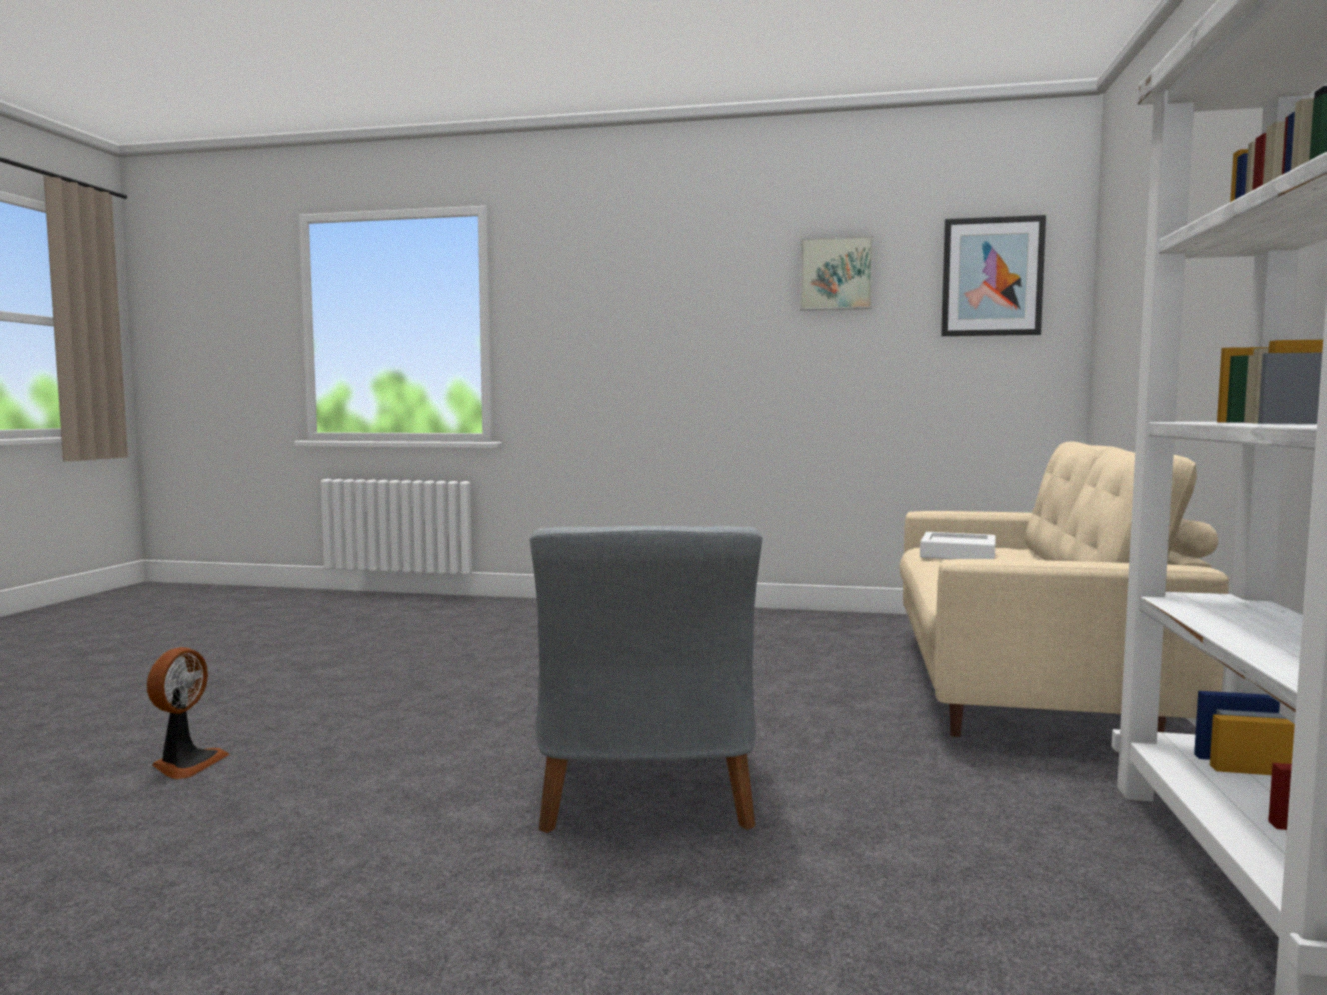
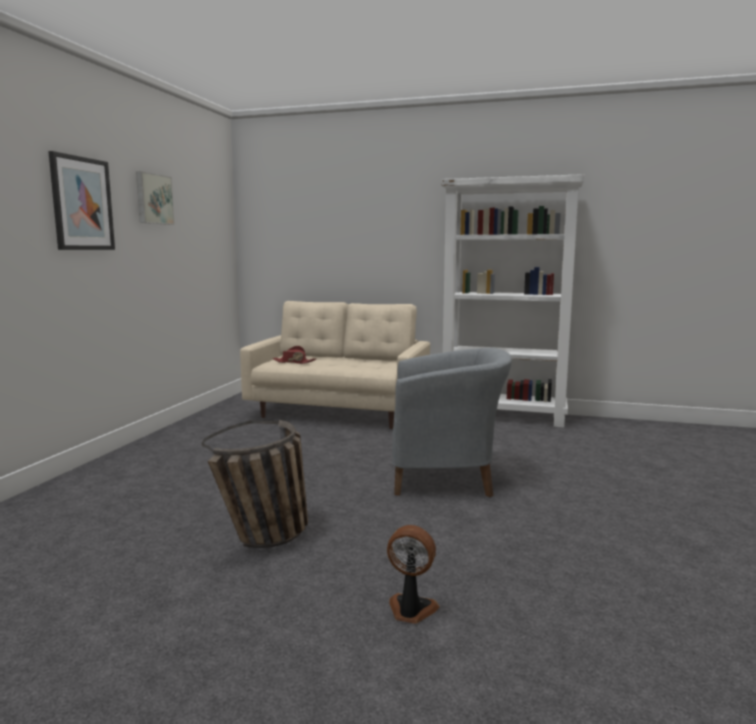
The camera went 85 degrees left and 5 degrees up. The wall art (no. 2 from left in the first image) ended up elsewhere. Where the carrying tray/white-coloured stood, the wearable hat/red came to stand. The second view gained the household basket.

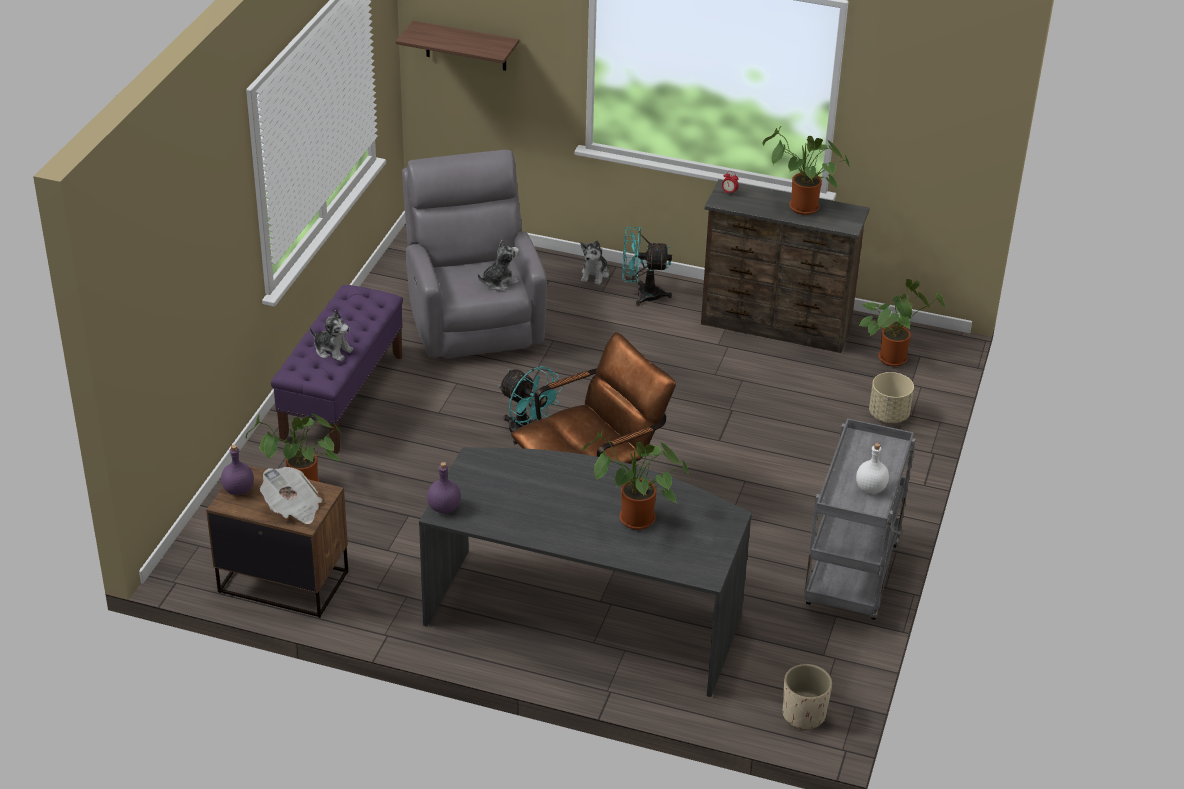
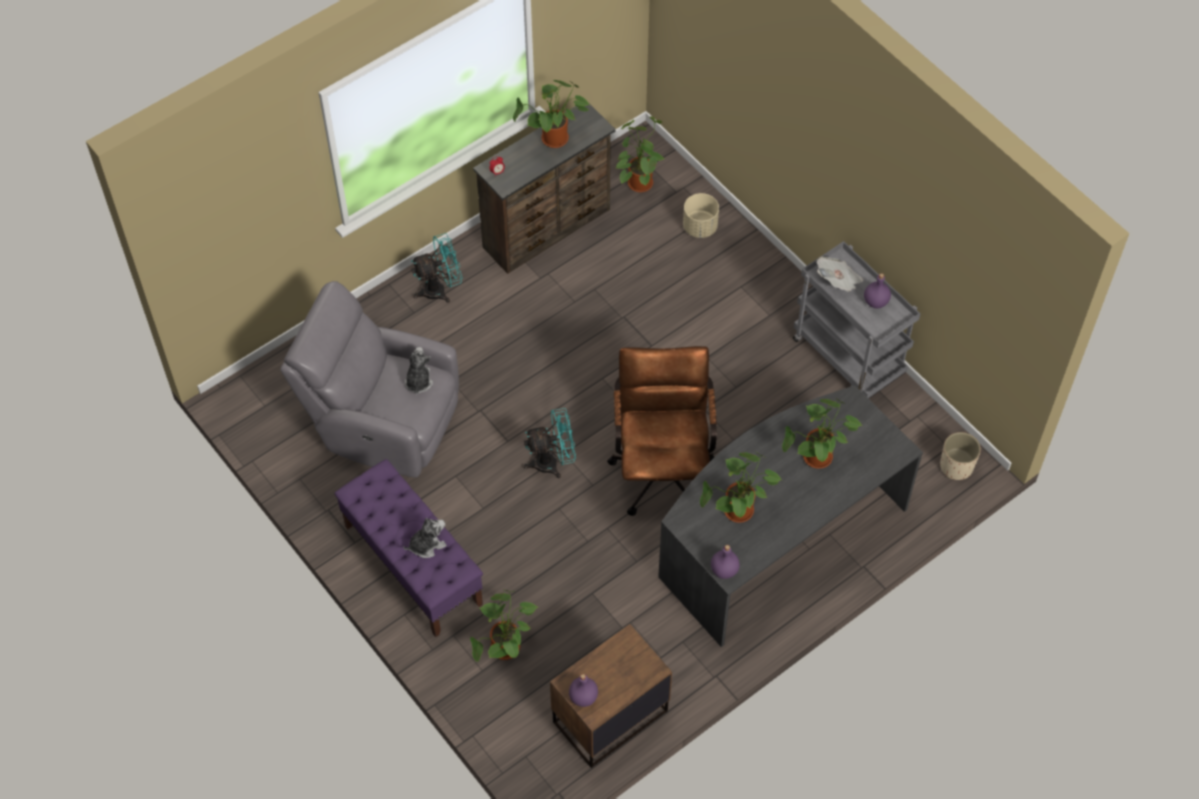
The camera went 55 degrees left and 20 degrees up. The second view lost the bracket shelf. The fan/turquoise-coloured (no. 2 from left in the first image) ended up facing another way, 150 degrees counterclockwise from before. The second view lost the cuddly toy (no. 3 from left). What was the bottle/white-coloured turned into the bottle/purple (no. 3 from left). The printed paper ended up elsewhere. The second view gained the plant in a pot (no. 4 from left).

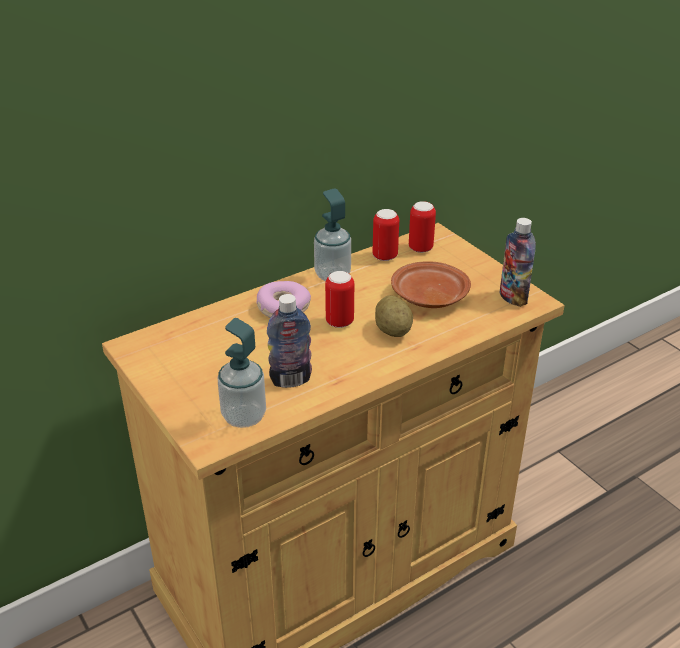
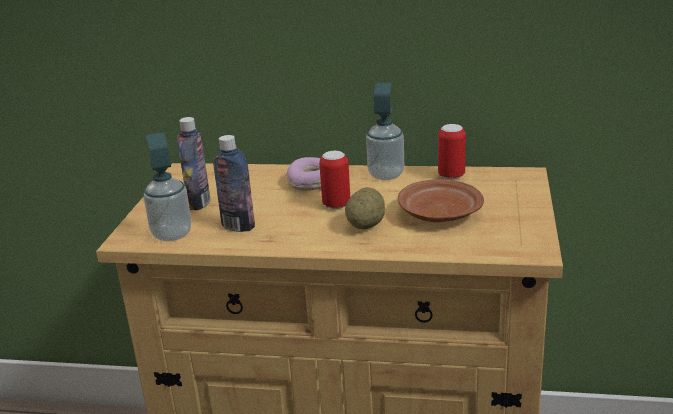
The camera went 45 degrees right and 10 degrees down. The second view lost the sealed can (no. 3 from left). The bottle (no. 2 from left in the first image) ended up elsewhere.

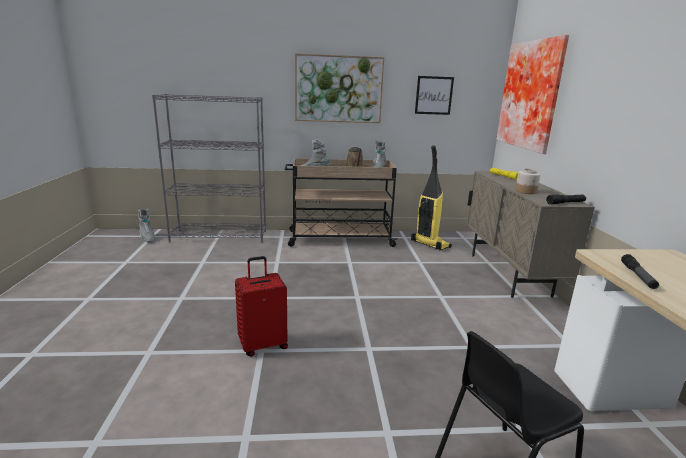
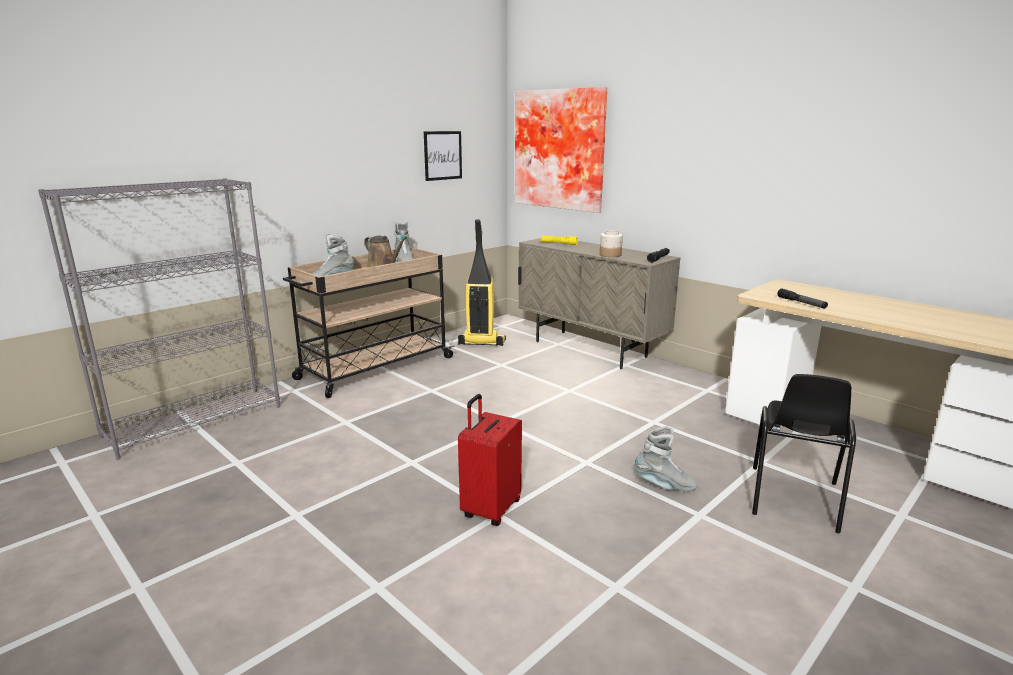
The camera went 40 degrees left and 0 degrees up. The second view lost the wall art (no. 1 from left). The boot/gray (no. 1 from left in the first image) ended up elsewhere.

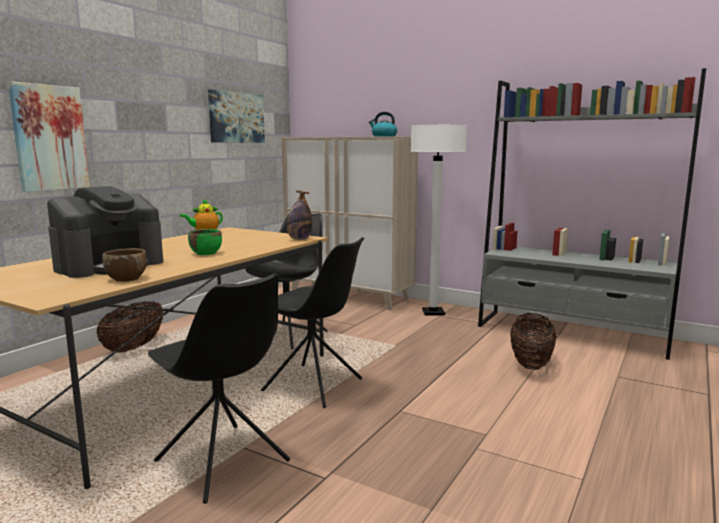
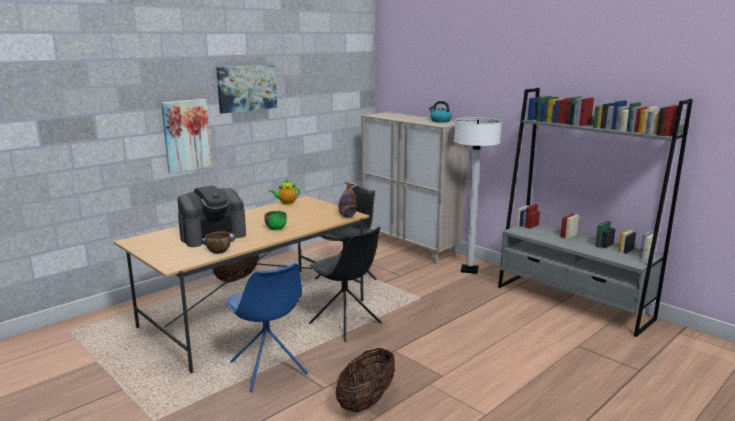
The camera went 15 degrees right and 5 degrees up. The wall art (no. 2 from left) ended up elsewhere. What was the plain chair/black (no. 1 from left) turned into the plain chair/blue-coloured. The household basket (no. 2 from left) ended up elsewhere.

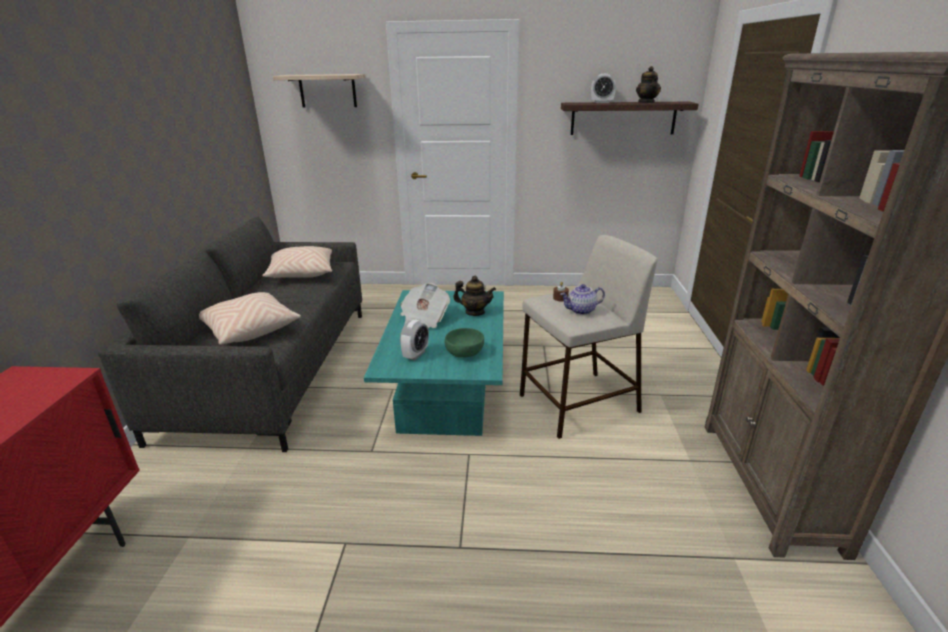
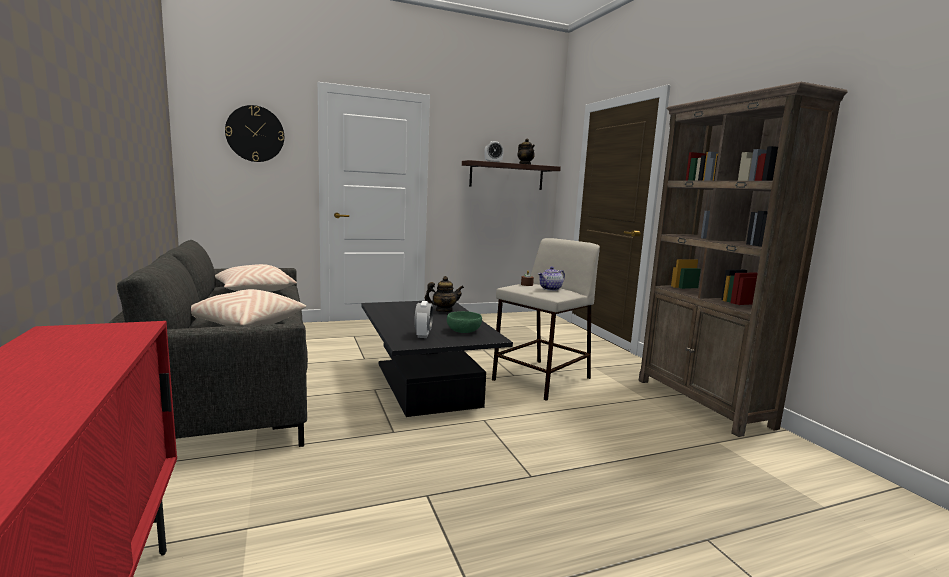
The camera went 25 degrees left and 15 degrees down. Where the bracket shelf (no. 1 from left) hung, the hanging clock came to hang. The second view lost the printed paper. What was the low table/turquoise-coloured turned into the low table/black.

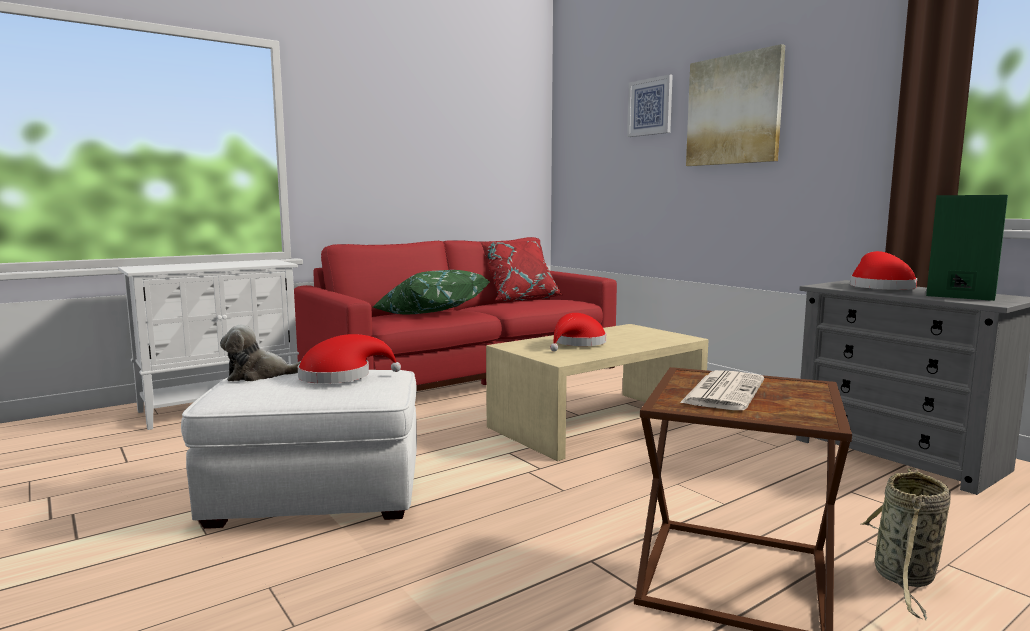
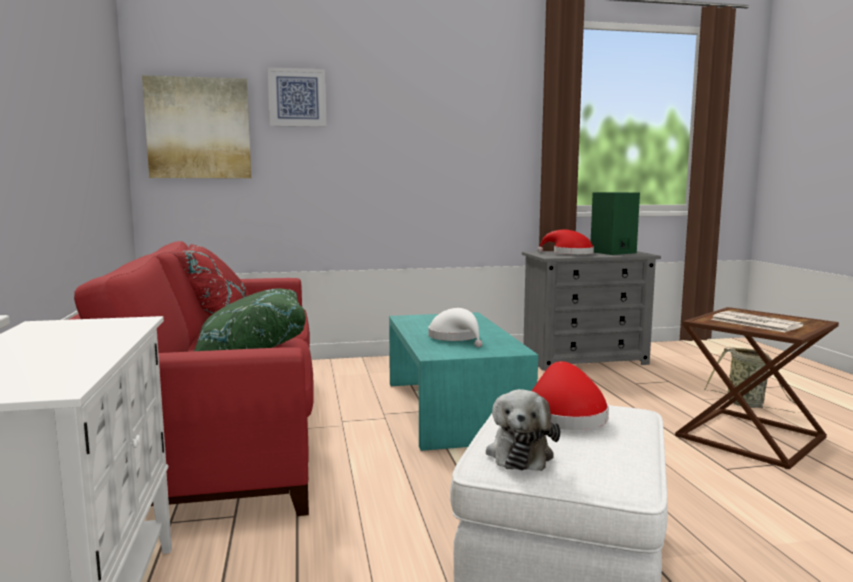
The camera went 65 degrees left and 0 degrees up. The wall art (no. 2 from left in the first image) ended up elsewhere. What was the wearable hat/red (no. 2 from left) turned into the wearable hat/white-coloured. What was the low table/beige-coloured turned into the low table/turquoise-coloured.

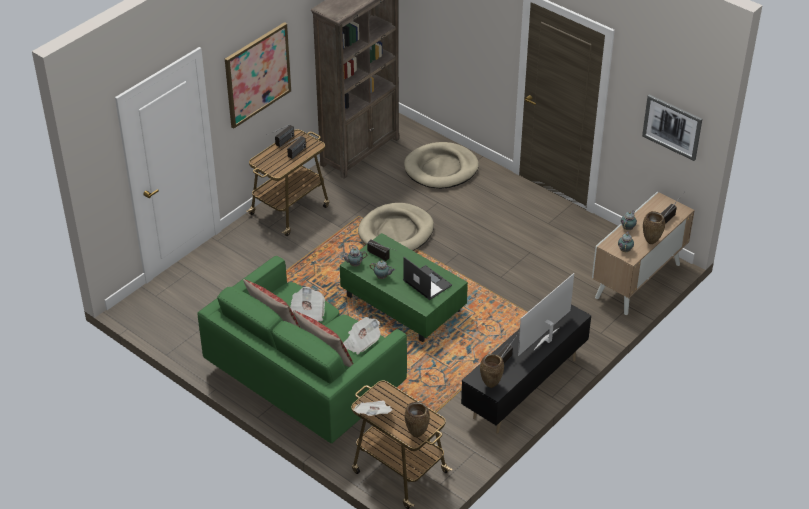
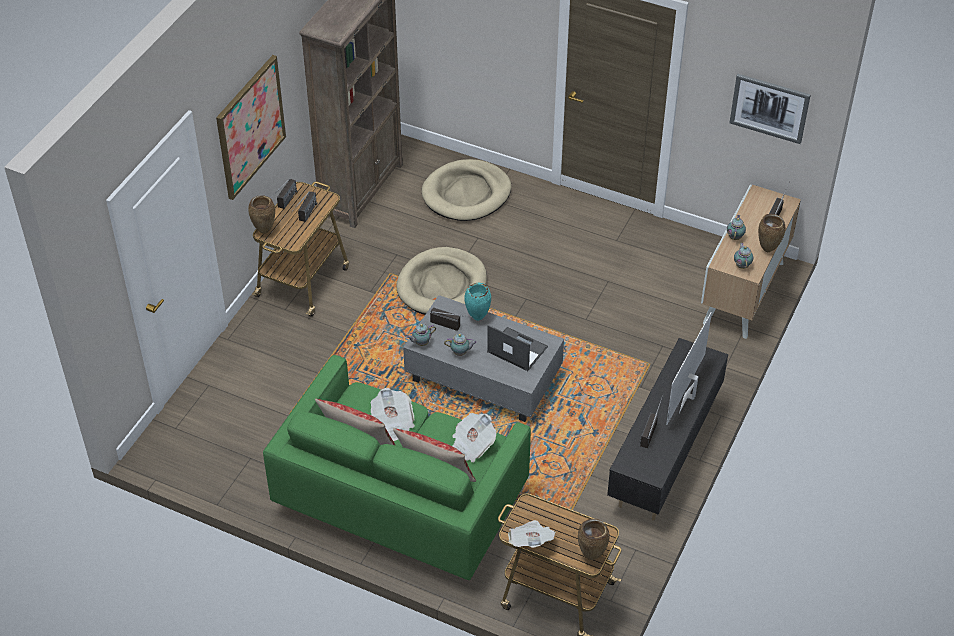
The camera went 15 degrees left and 5 degrees up. What was the low table/greenish turned into the low table/gray. The vase/brown-coloured (no. 2 from left in the first image) ended up elsewhere. The second view gained the vase/turquoise-coloured.

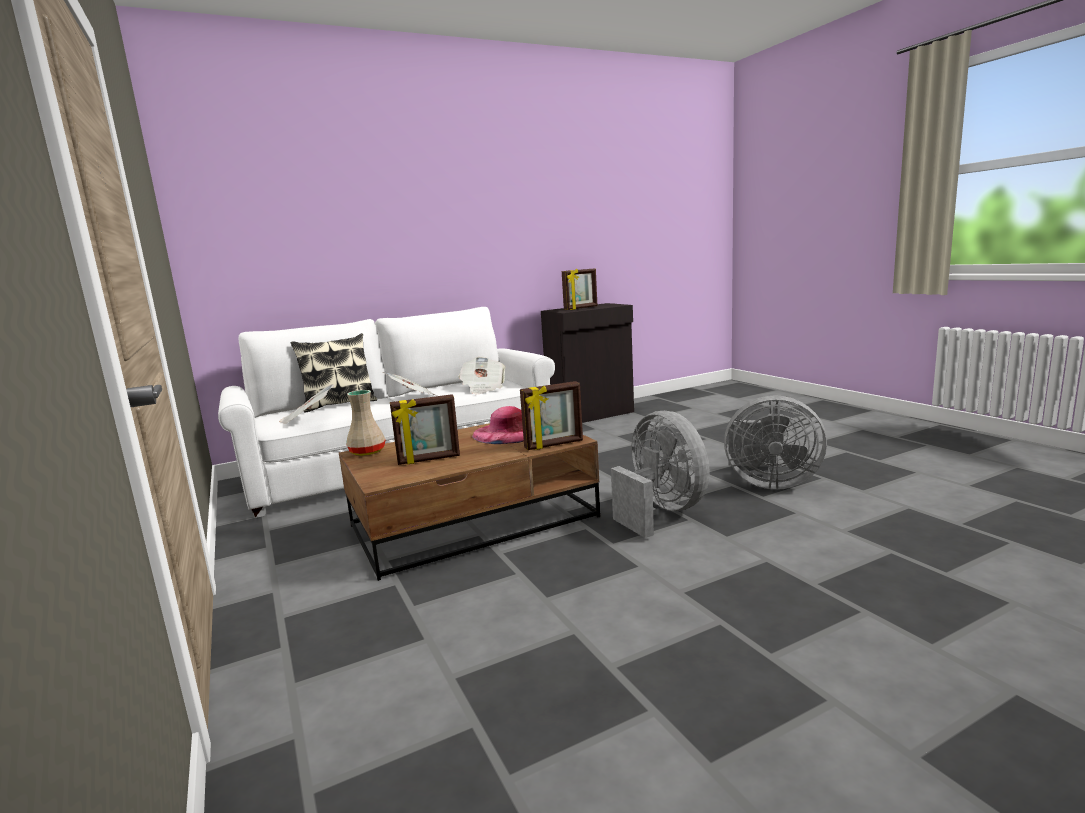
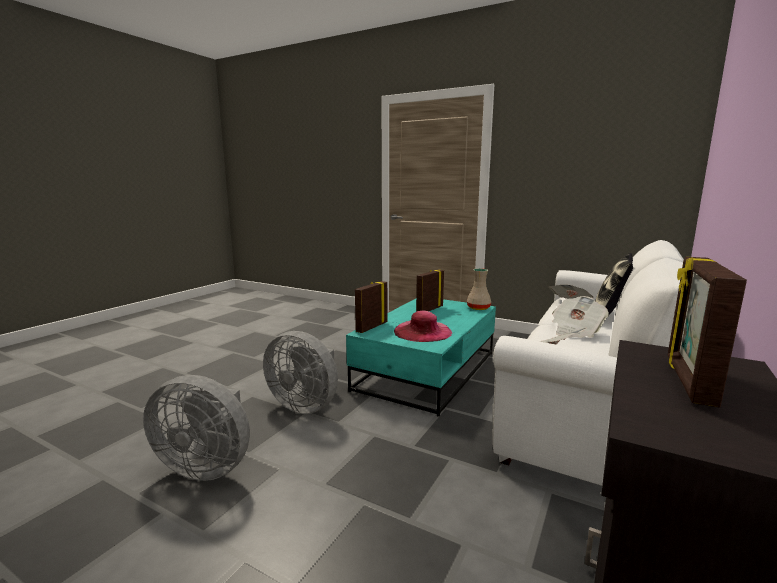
The camera went 145 degrees right and 0 degrees up. The fan/gray (no. 2 from left in the first image) ended up facing another way, 150 degrees counterclockwise from before. What was the low table/brown-coloured turned into the low table/turquoise-coloured.

